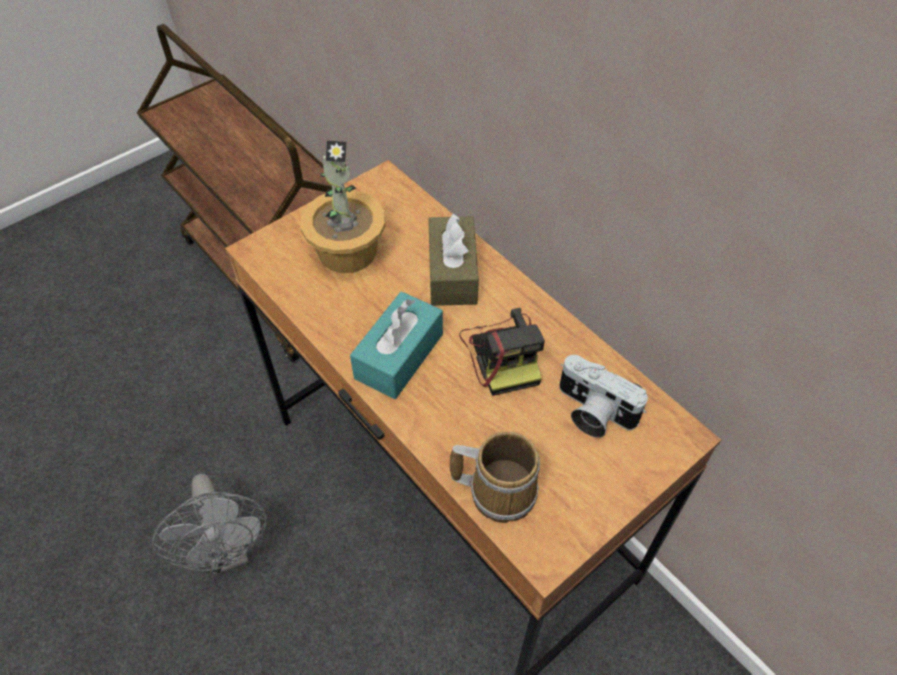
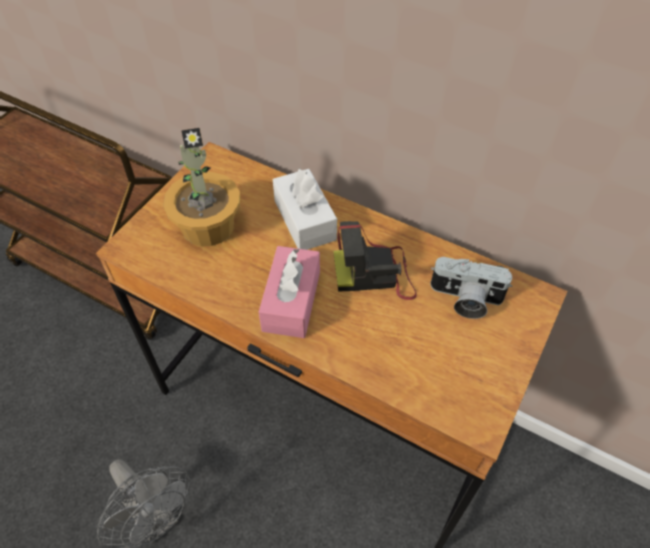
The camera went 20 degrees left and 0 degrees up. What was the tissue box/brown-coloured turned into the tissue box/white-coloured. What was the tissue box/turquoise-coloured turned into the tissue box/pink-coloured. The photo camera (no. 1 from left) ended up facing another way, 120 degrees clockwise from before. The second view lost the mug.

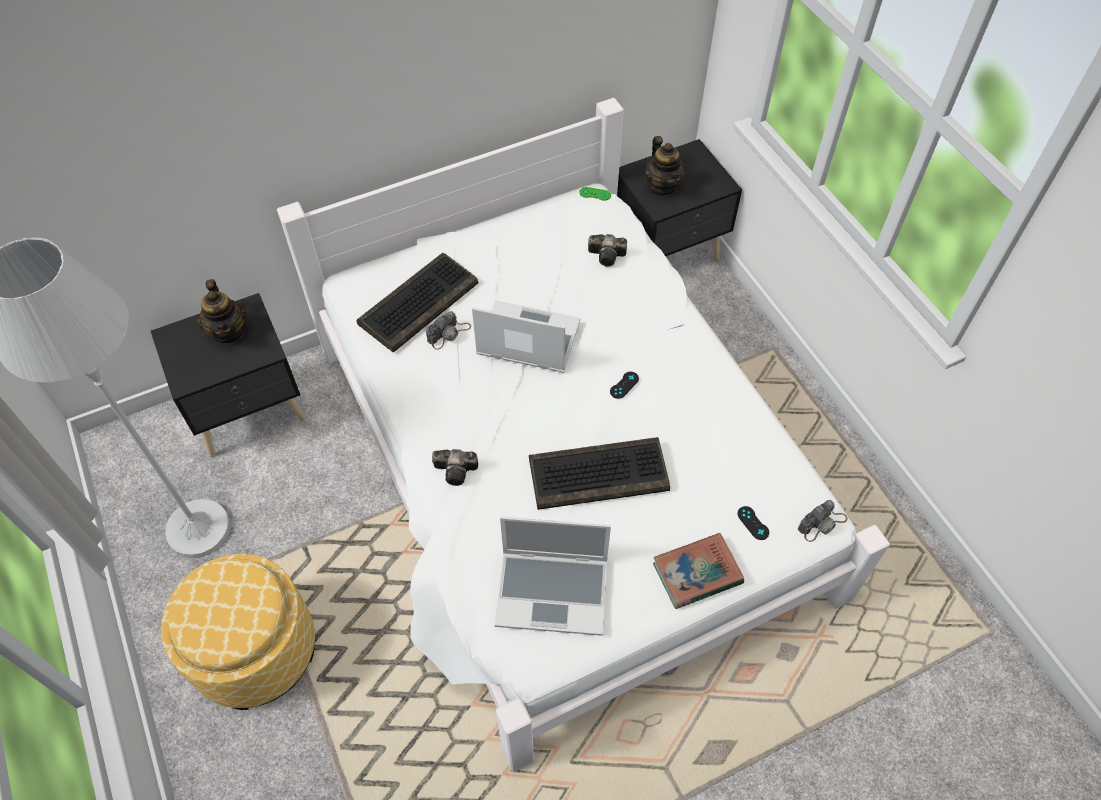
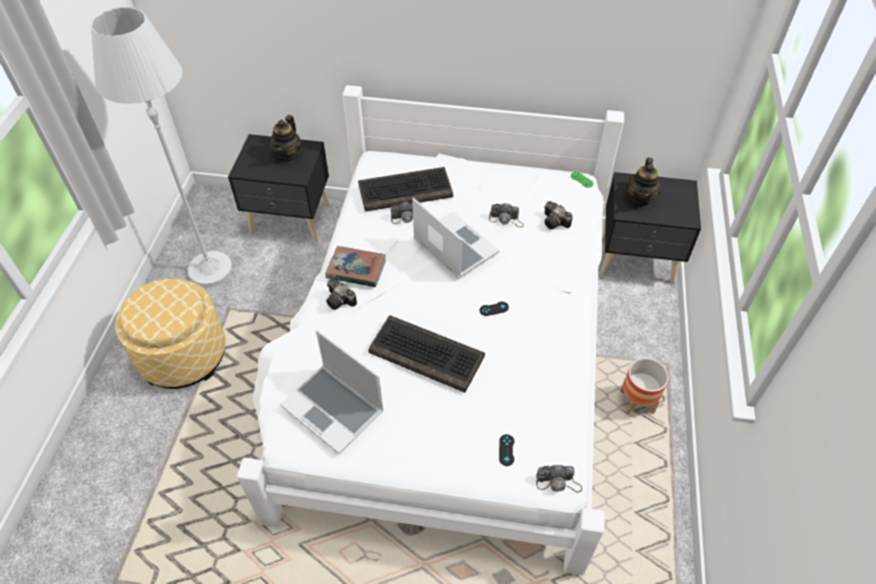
The camera went 35 degrees right and 5 degrees down. The book ended up elsewhere. The second view gained the photo camera (no. 3 from left). The second view gained the plant pot.

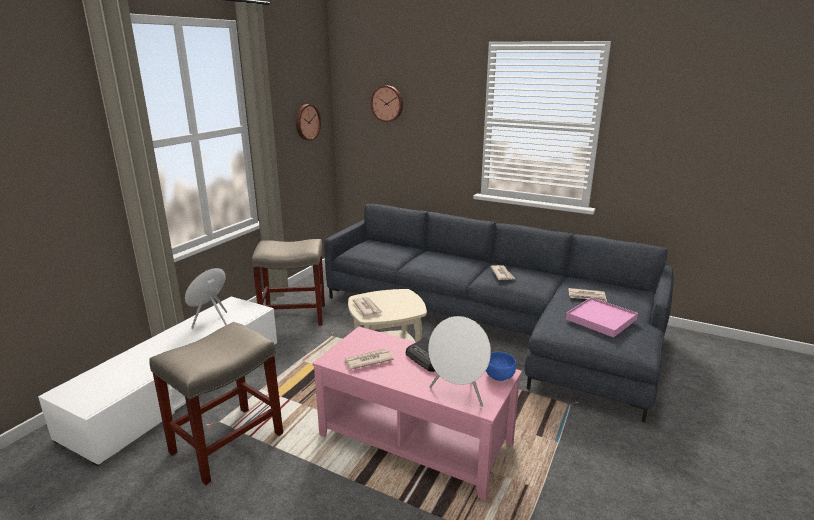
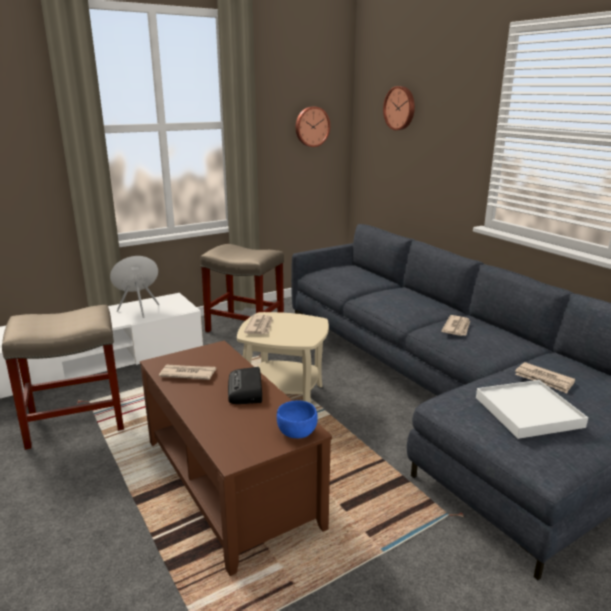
The camera went 30 degrees right and 0 degrees up. What was the carrying tray/pink-coloured turned into the carrying tray/white-coloured. The second view lost the loudspeaker/white-coloured (no. 2 from left). What was the low table/pink-coloured turned into the low table/brown-coloured.

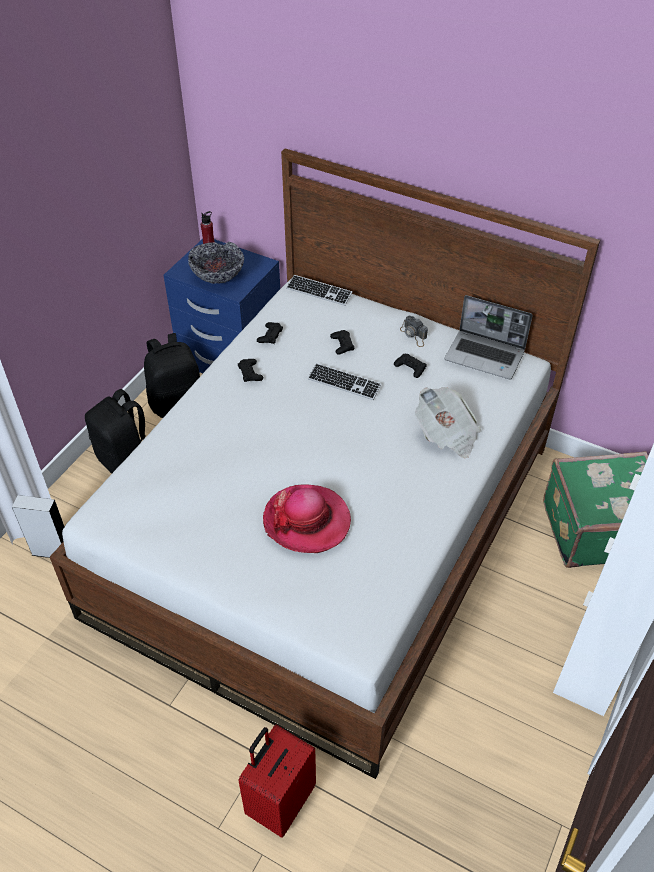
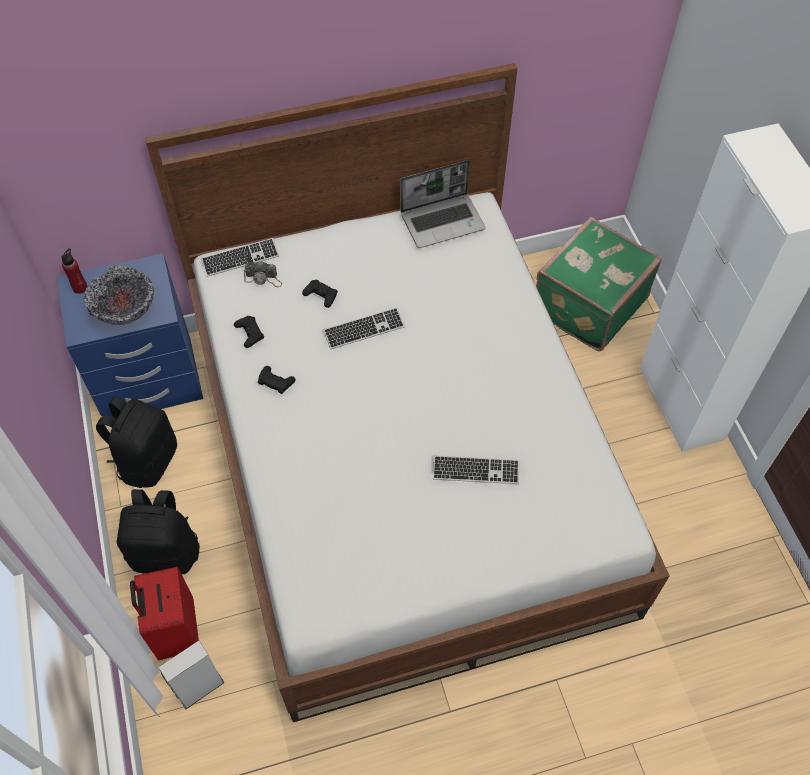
The camera went 45 degrees left and 10 degrees up. The photo camera ended up elsewhere. The second view lost the game controller/black (no. 4 from left). The second view lost the printed paper. Where the wearable hat stood, the keyboard (no. 3 from left) came to stand. The travel case/red ended up elsewhere.

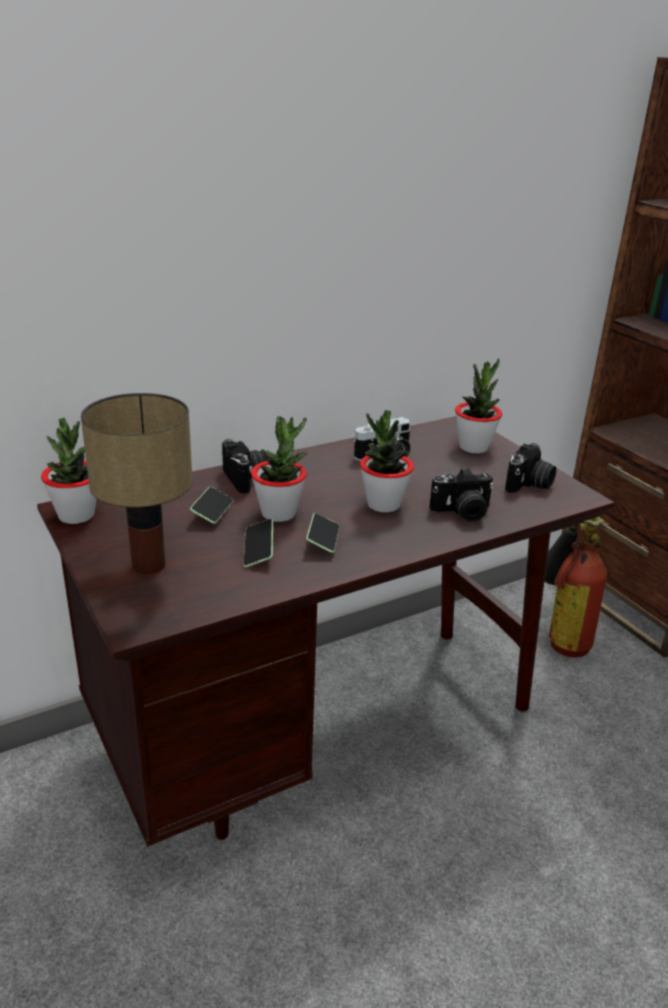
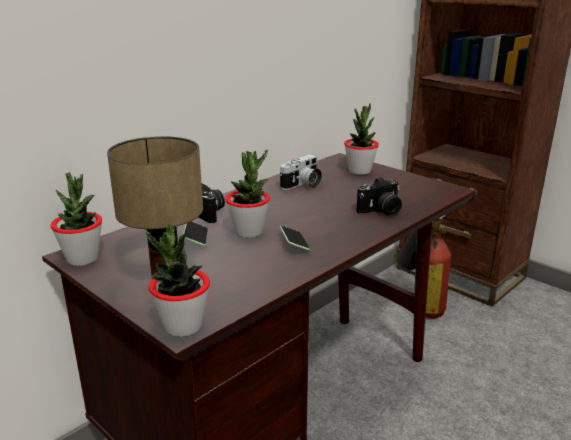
The camera went 15 degrees left and 5 degrees down. The plant in a pot (no. 3 from left in the first image) ended up elsewhere. The second view lost the photo camera (no. 4 from left). The second view lost the telephone (no. 2 from left).

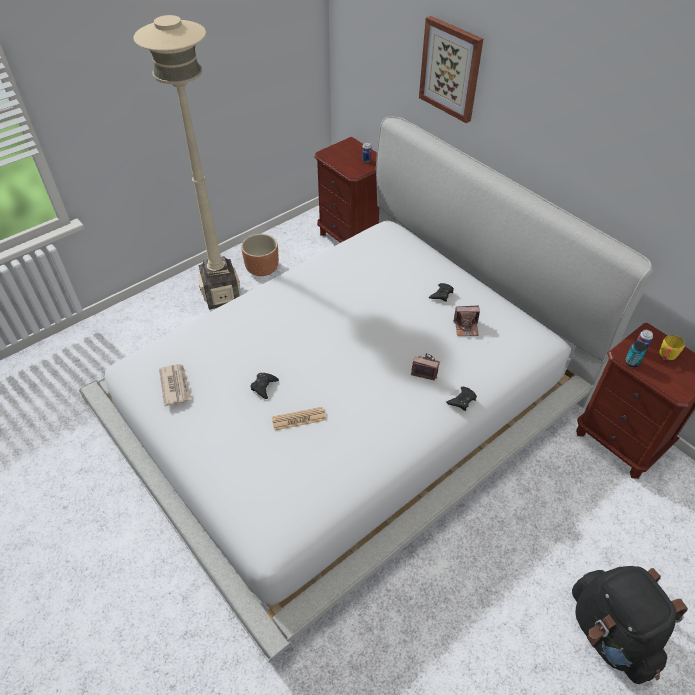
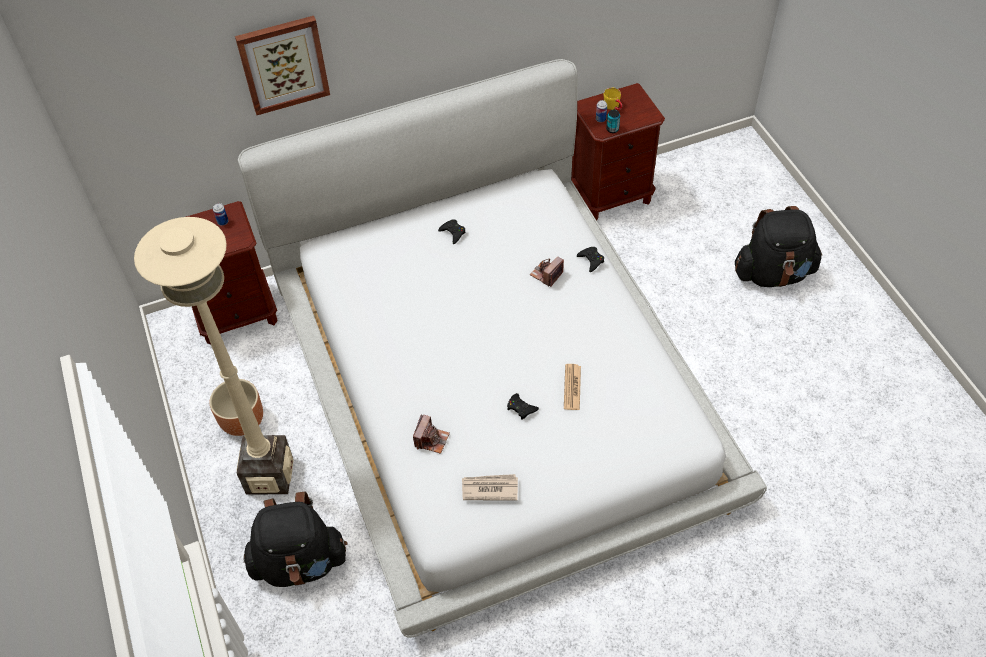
The camera went 70 degrees left and 5 degrees up. The photo camera (no. 2 from left in the first image) ended up elsewhere. The second view gained the knapsack/black (no. 1 from left).

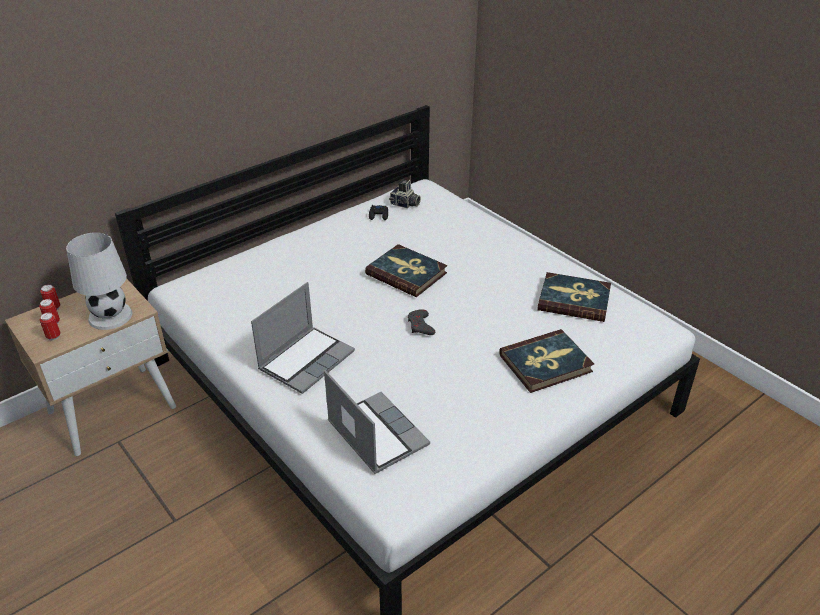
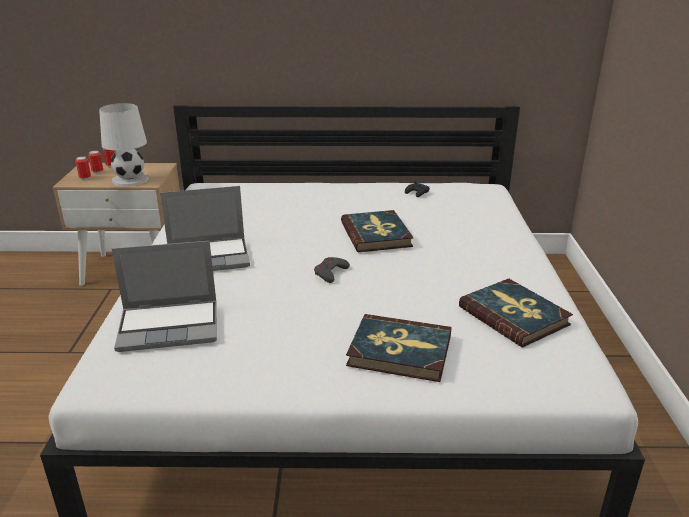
The camera went 40 degrees right and 10 degrees down. The second view lost the photo camera. The portable computer (no. 2 from left in the first image) ended up facing another way, 75 degrees clockwise from before.

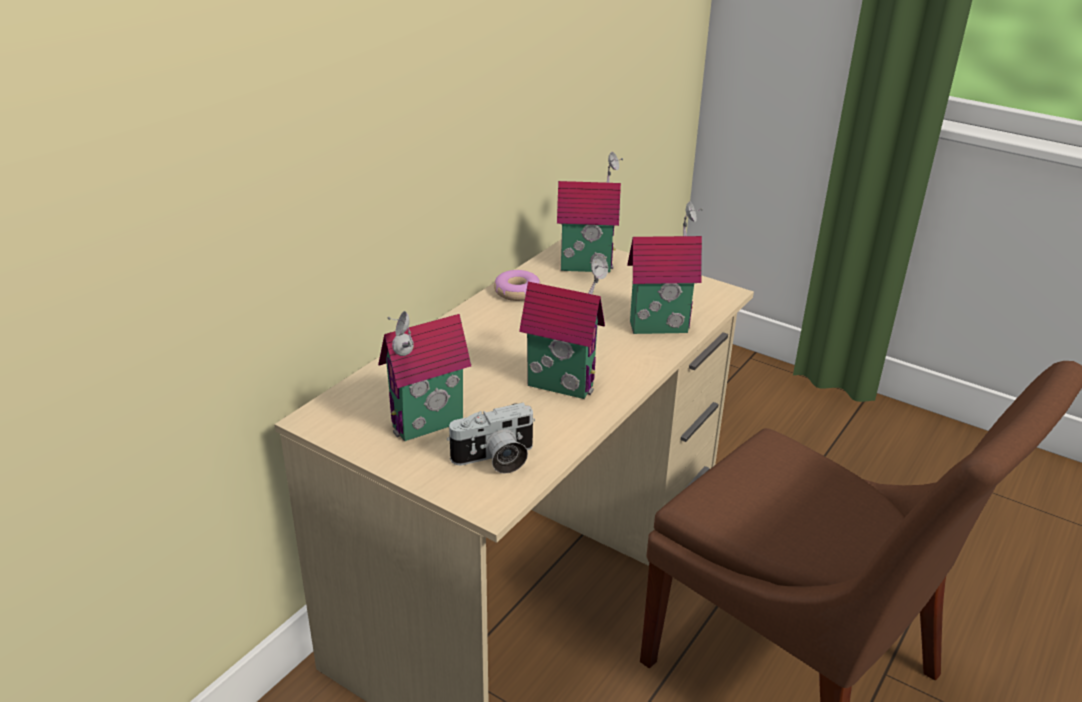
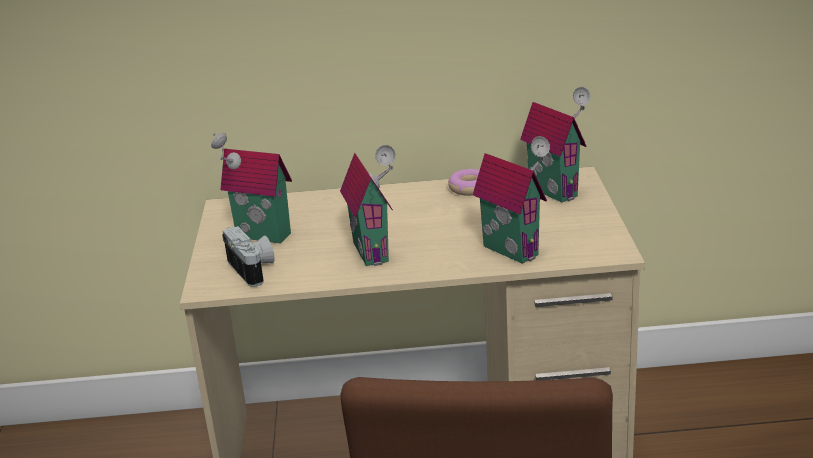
The camera went 55 degrees right and 5 degrees down. The photo camera ended up facing another way, 150 degrees counterclockwise from before.

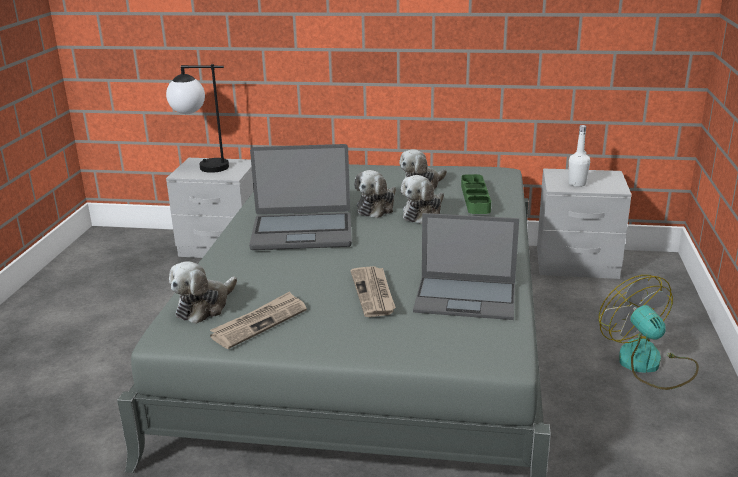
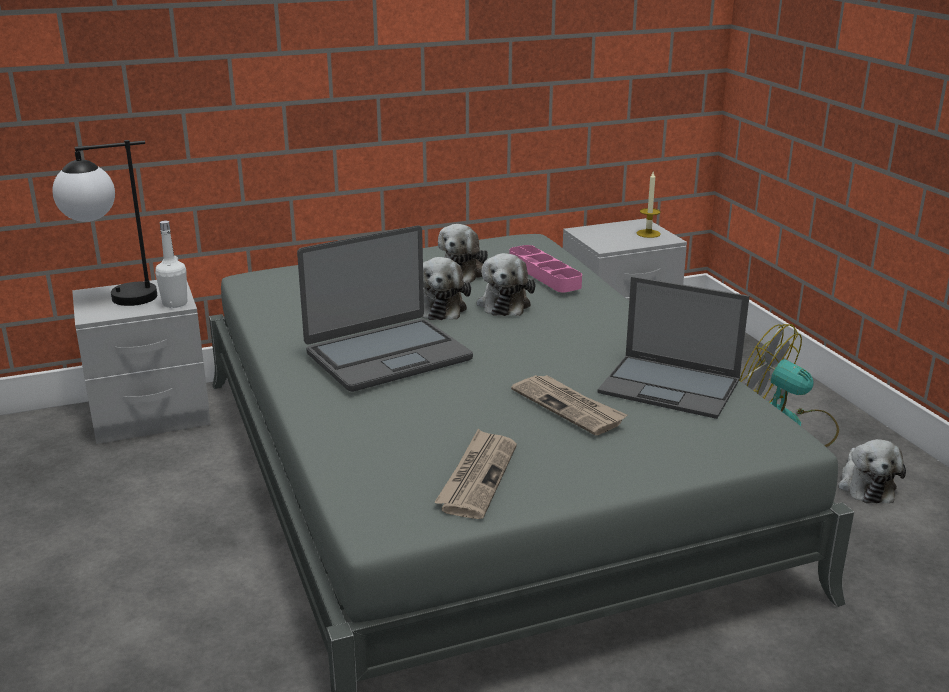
The camera went 30 degrees left and 0 degrees up. The bottle/white-coloured ended up elsewhere. What was the carrying tray/greenish turned into the carrying tray/pink-coloured. The portable computer (no. 2 from left) ended up facing another way, 45 degrees clockwise from before. The cuddly toy (no. 1 from left in the first image) ended up elsewhere. The second view gained the candle.

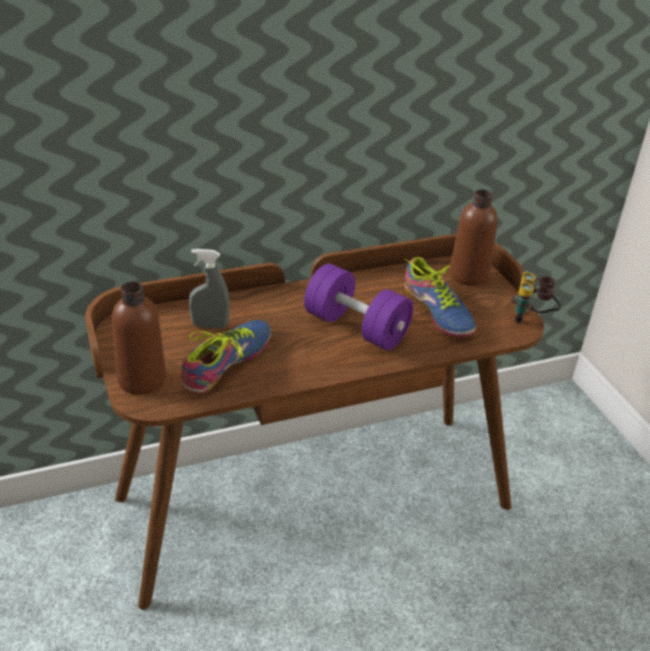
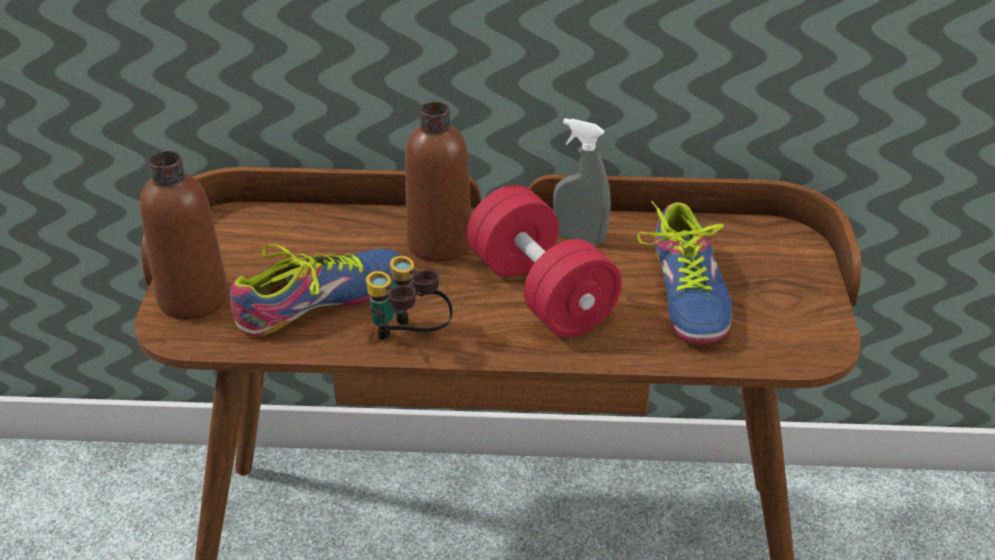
The camera went 25 degrees right and 0 degrees up. The bottle/brown-coloured (no. 2 from left) ended up elsewhere. The hand sprayer/gray ended up elsewhere. What was the free weight/purple turned into the free weight/red. The field glasses ended up elsewhere.

